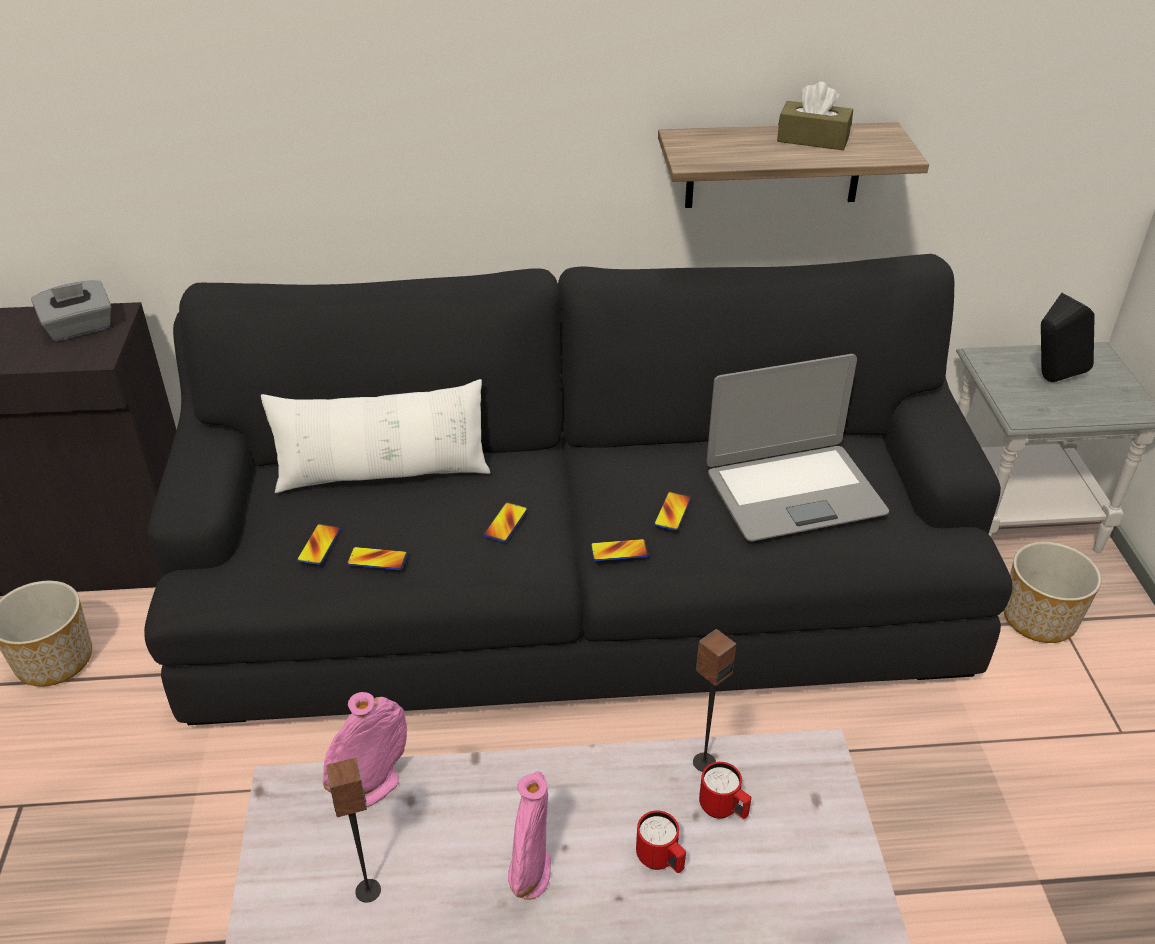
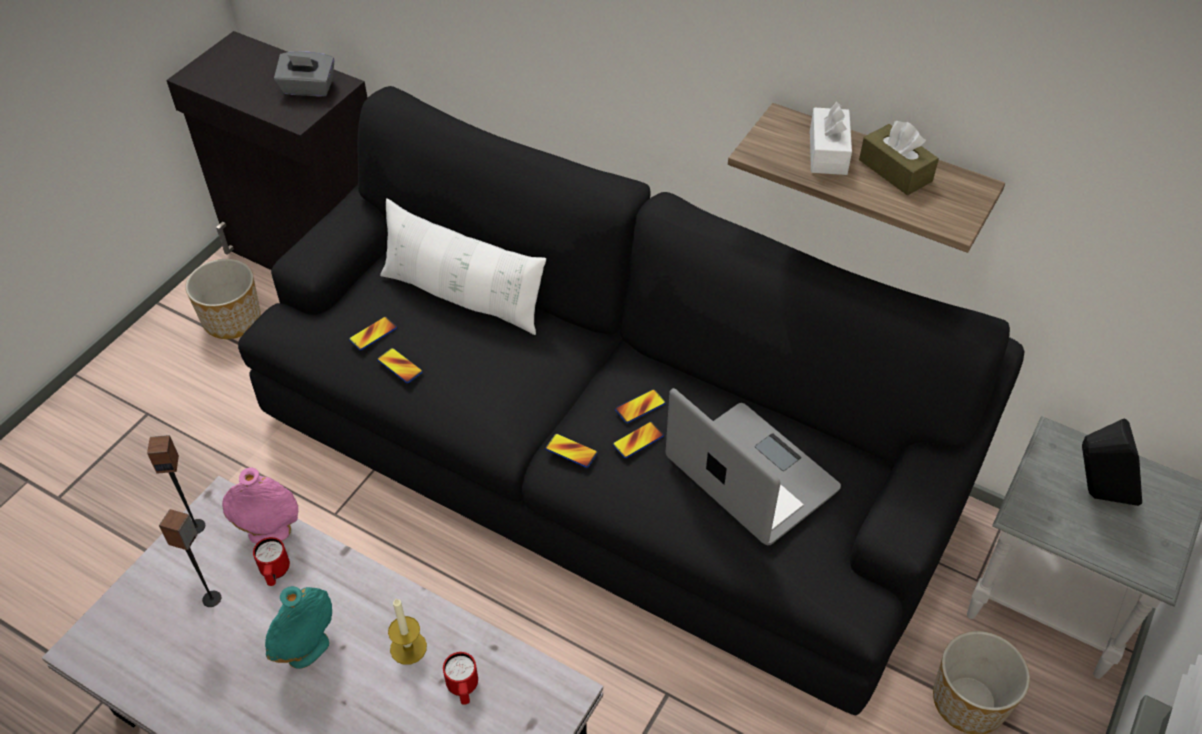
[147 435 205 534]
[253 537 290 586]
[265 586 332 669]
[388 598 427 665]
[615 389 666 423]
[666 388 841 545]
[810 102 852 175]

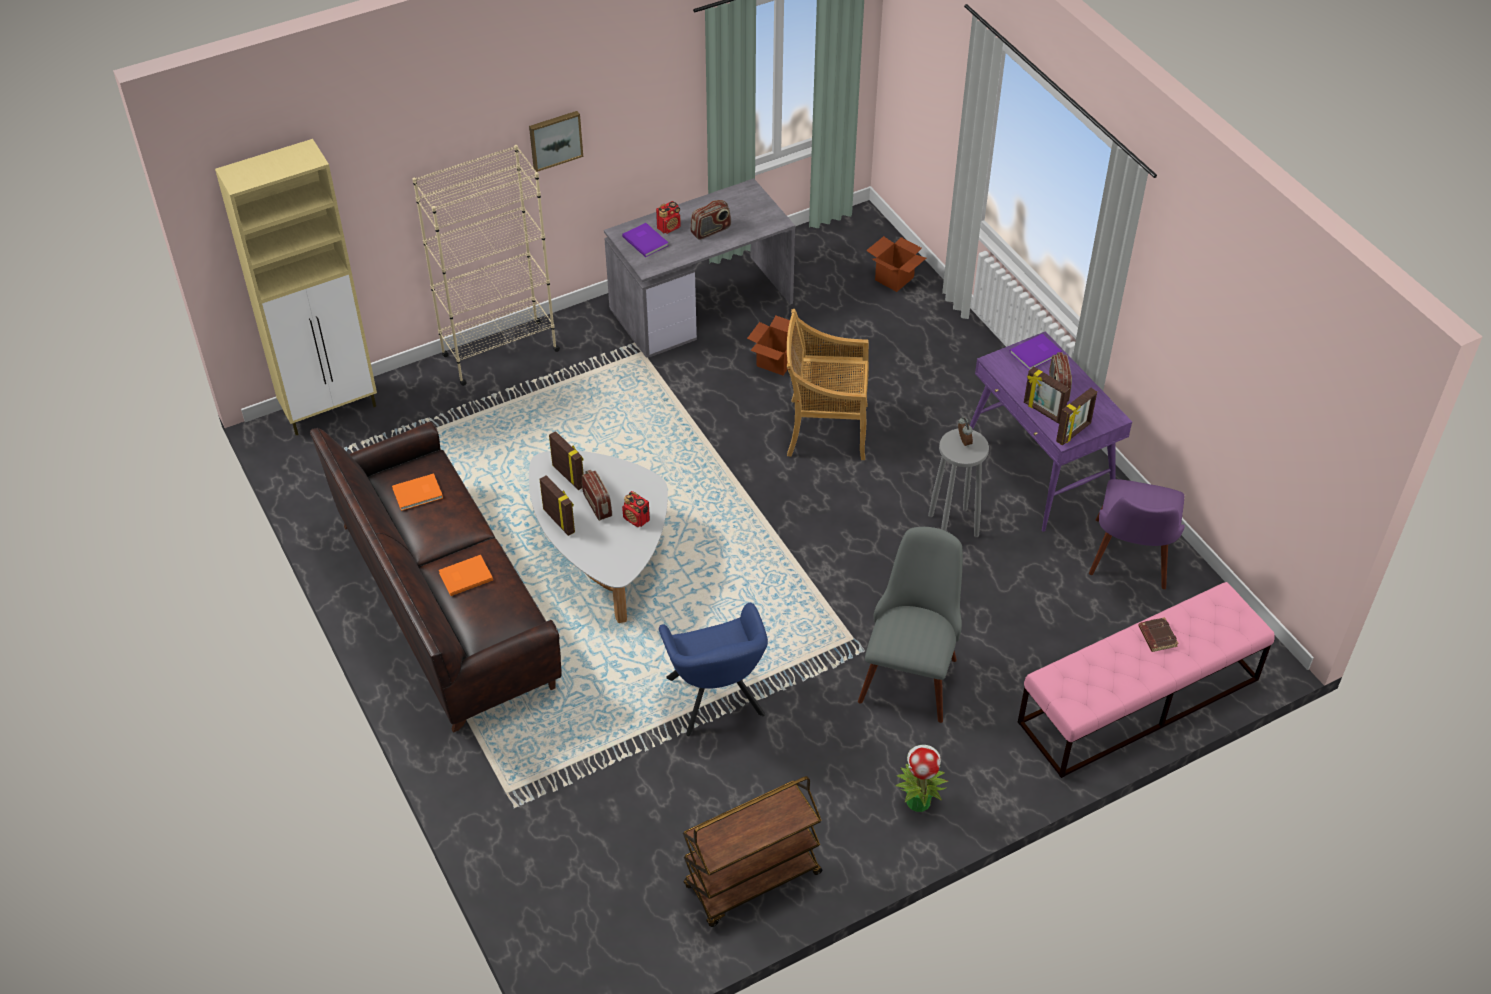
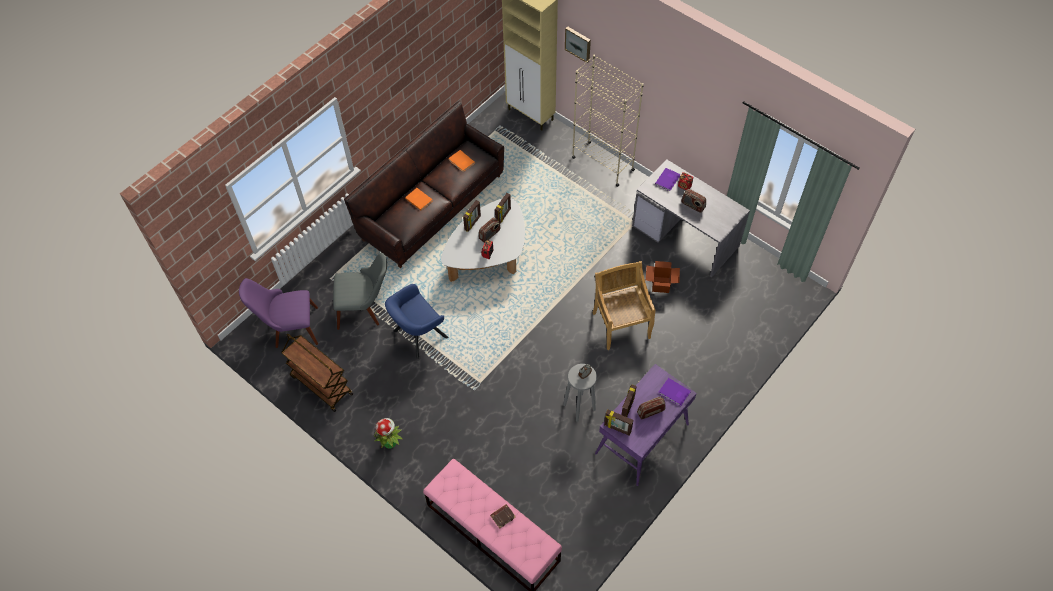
[239 278 318 348]
[333 252 387 330]
[565 26 591 63]
[866 236 926 292] (first image)

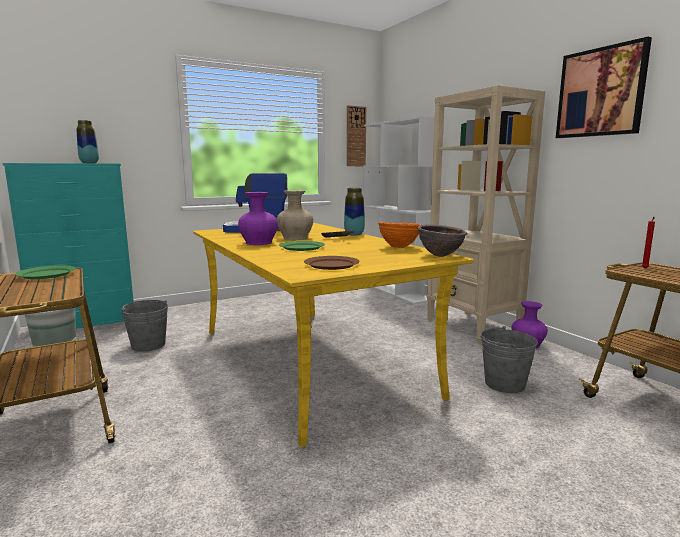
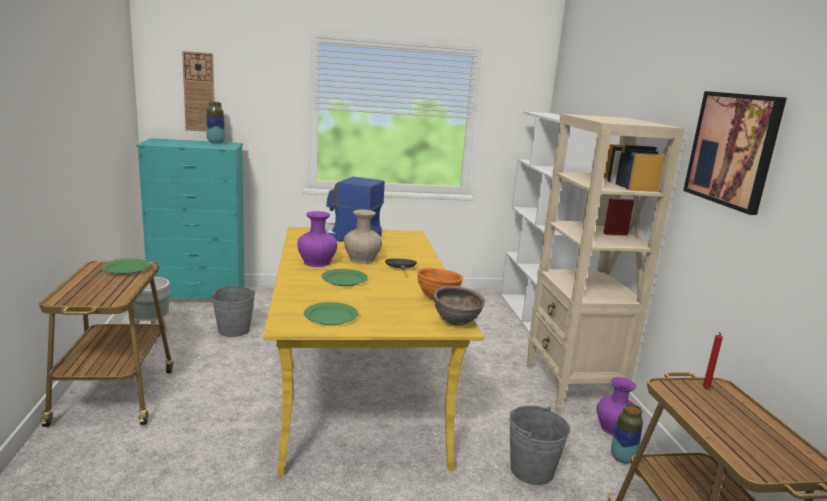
[182 51 214 131]
[304 302 358 325]
[611 404 643 464]

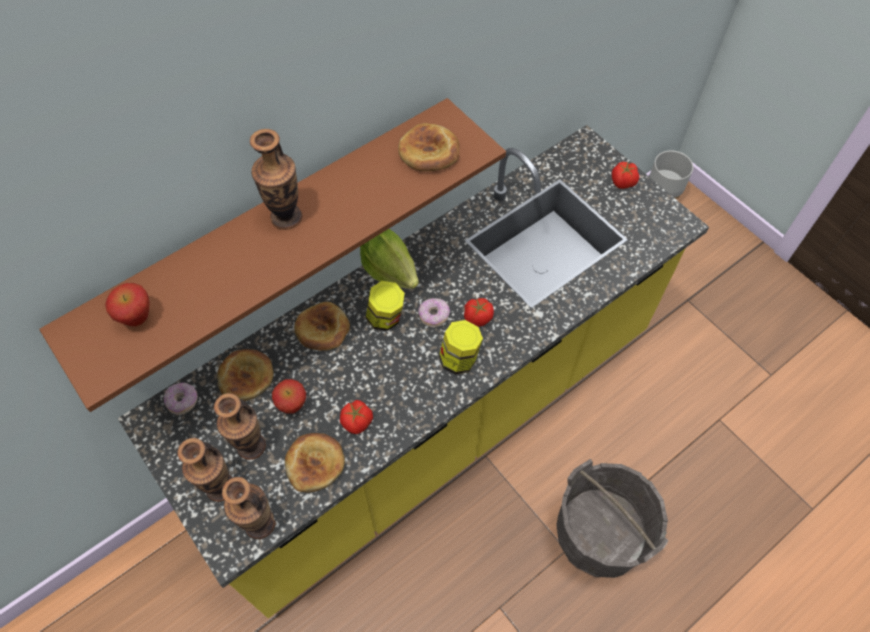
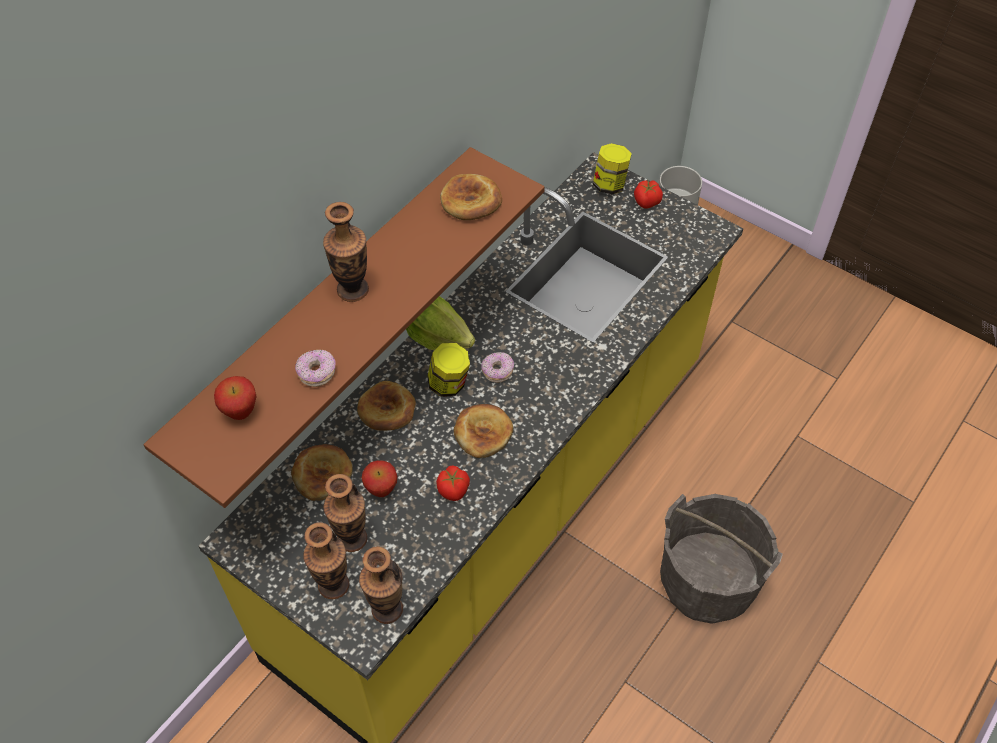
[295 350 336 387]
[454 404 513 458]
[593 143 632 194]
[464 298 494 327] (first image)

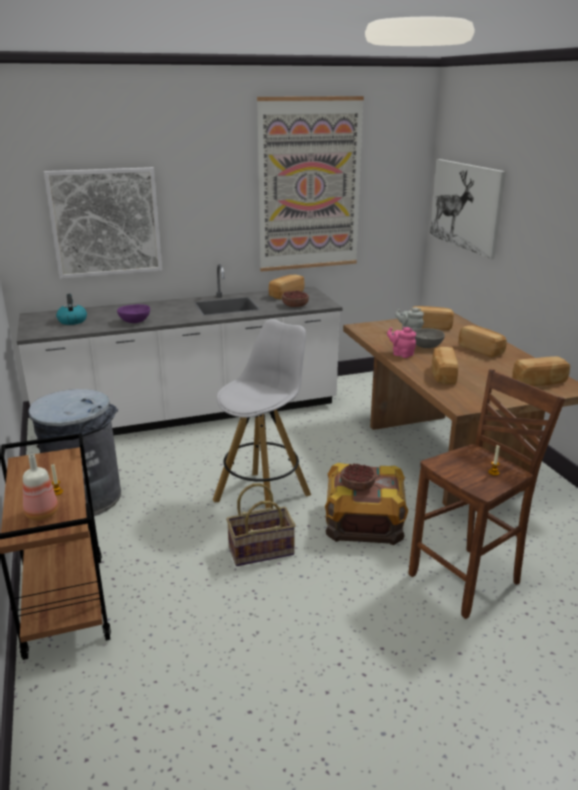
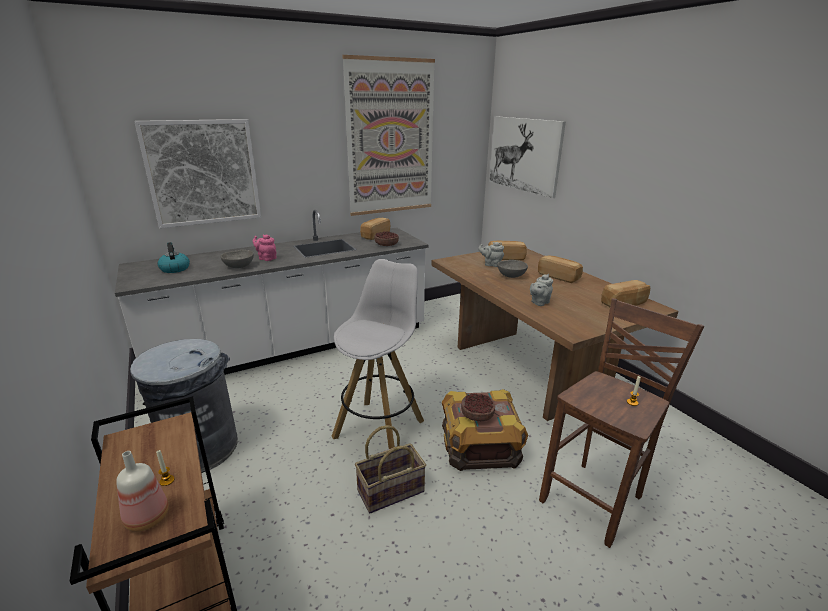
[221 250 254 268]
[253 234 277 261]
[530 274 553 306]

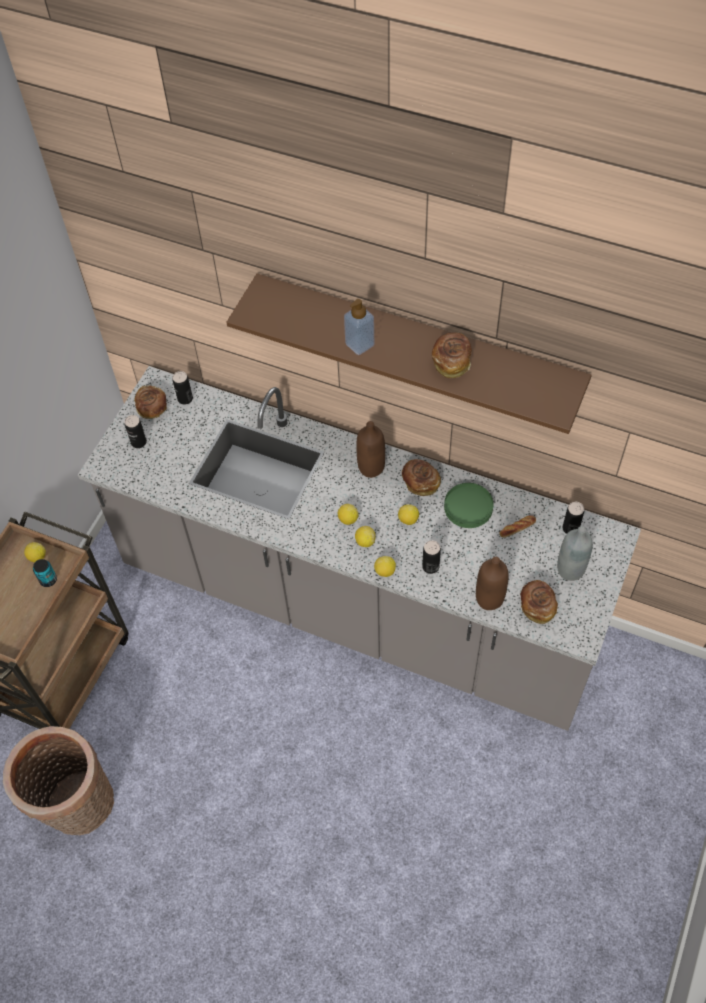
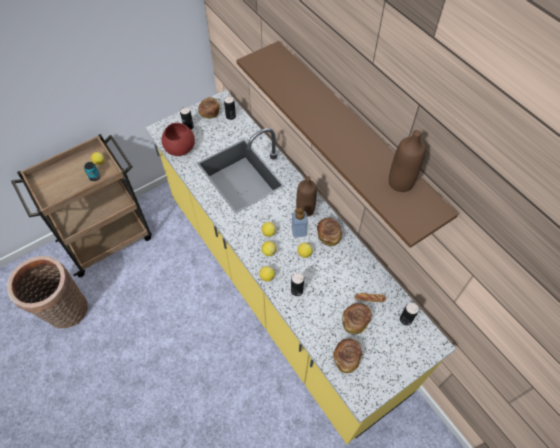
[145 90 456 445]
[162 123 195 156]
[292 208 308 238]
[342 303 371 335]
[389 130 426 192]
[444 483 494 528] (first image)
[557 526 593 581] (first image)

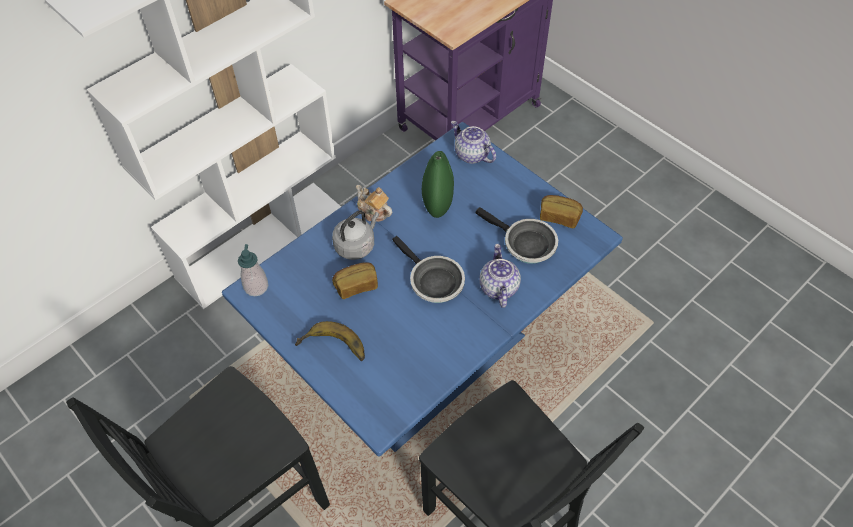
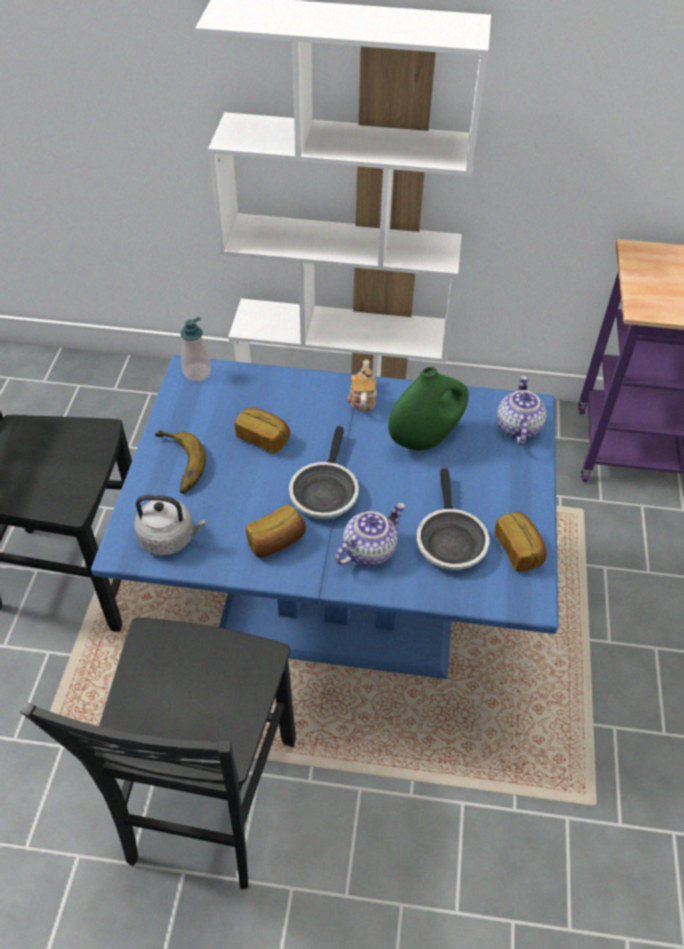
[134 495 206 556]
[246 504 306 557]

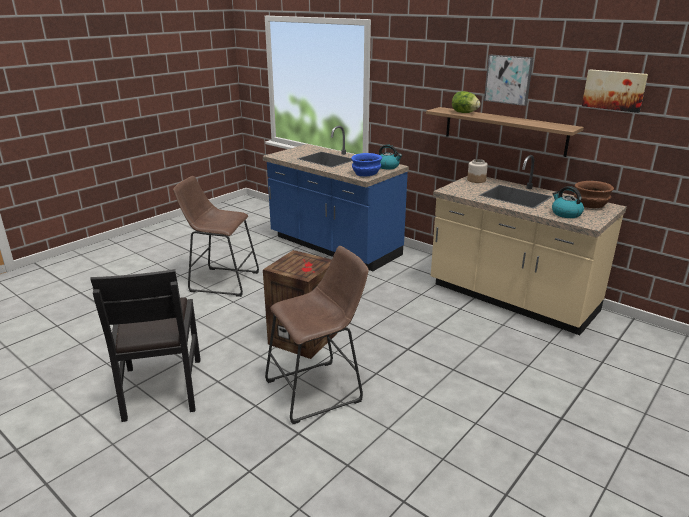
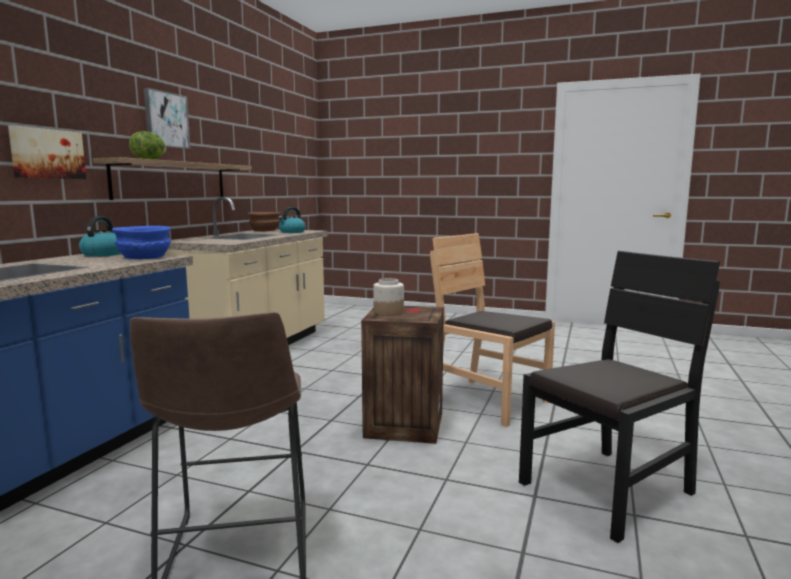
[8 125 86 179]
[373 278 404 316]
[430 233 555 427]

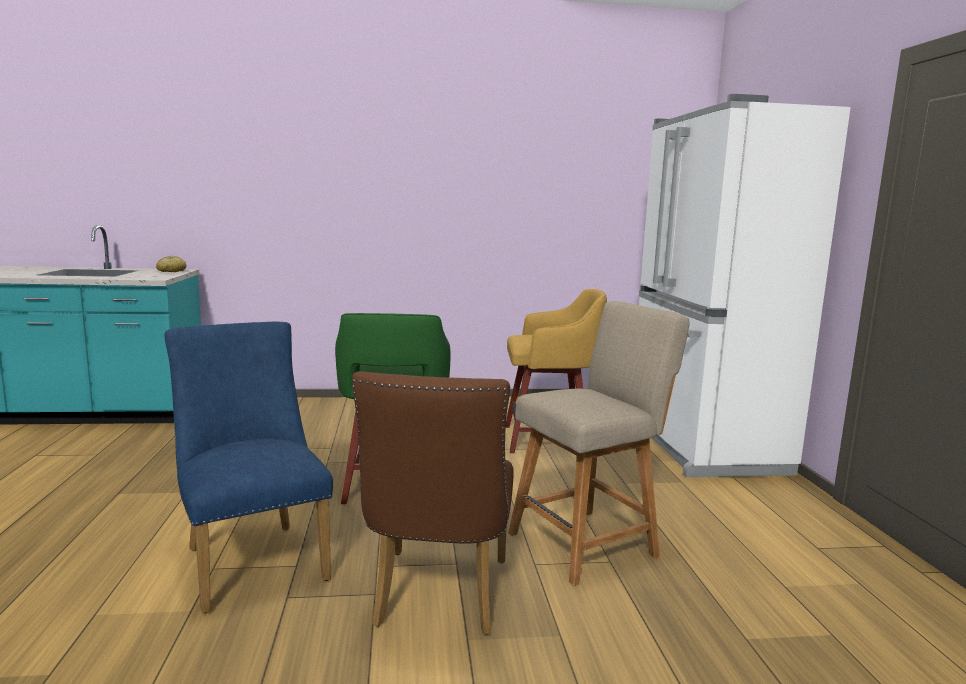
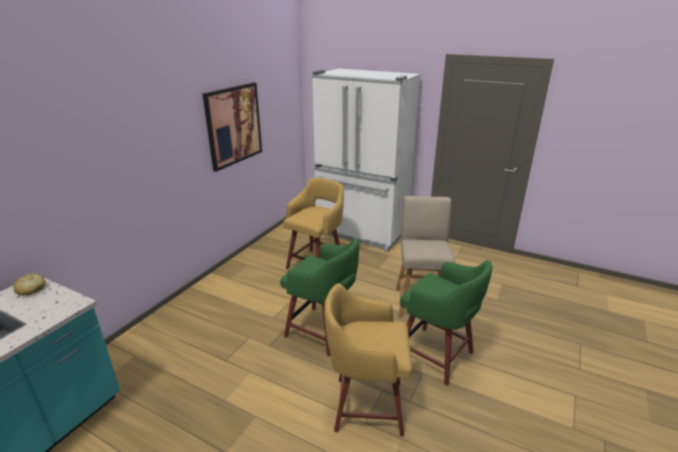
[203 82 262 172]
[324 283 412 436]
[400 260 492 386]

